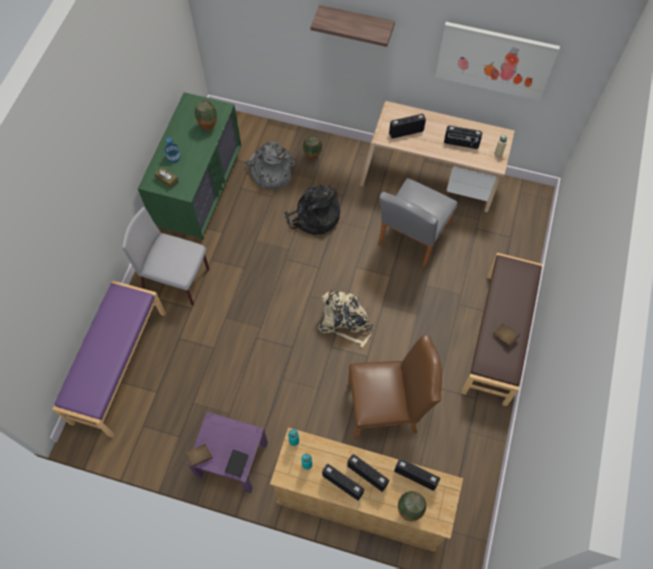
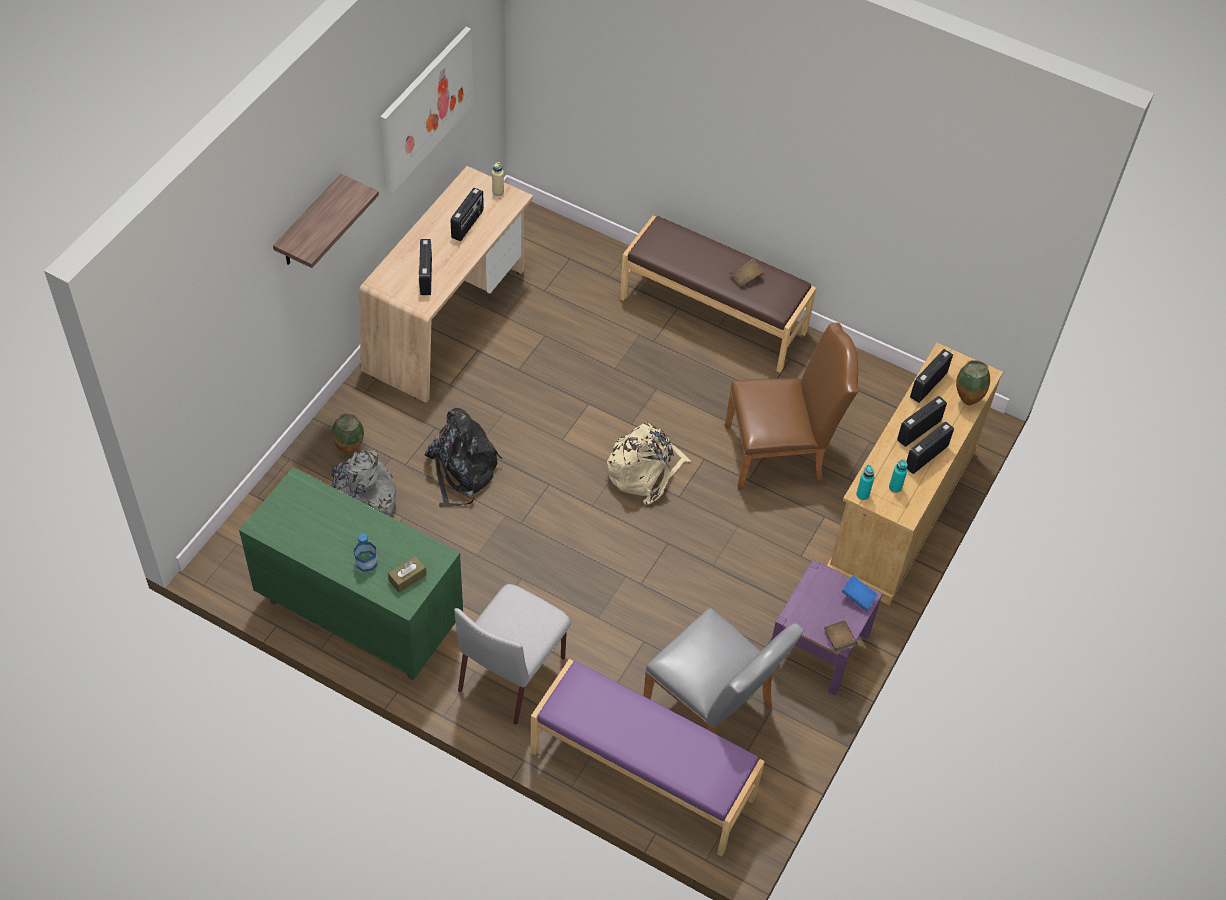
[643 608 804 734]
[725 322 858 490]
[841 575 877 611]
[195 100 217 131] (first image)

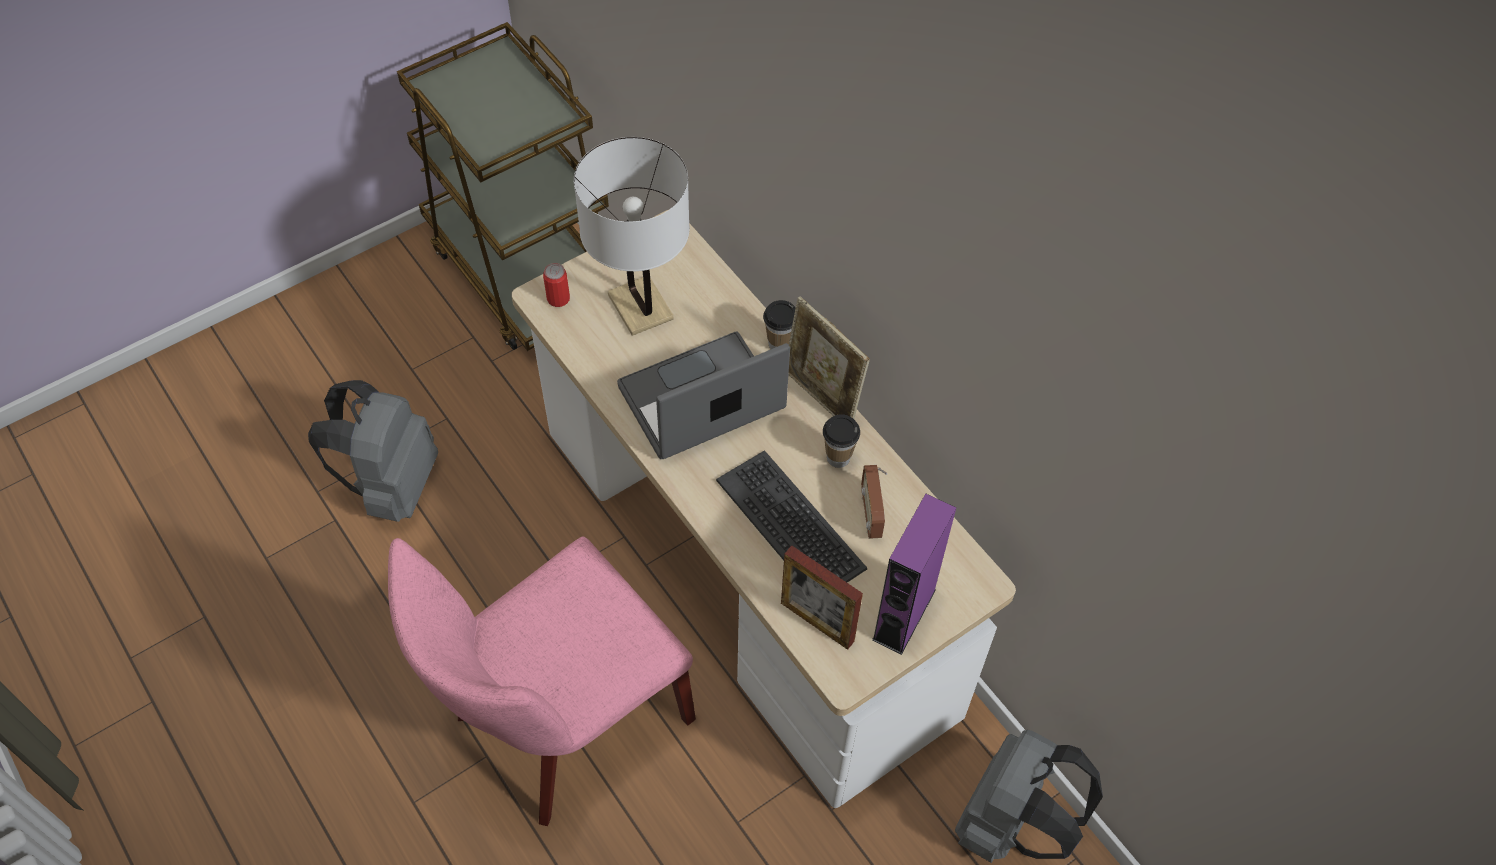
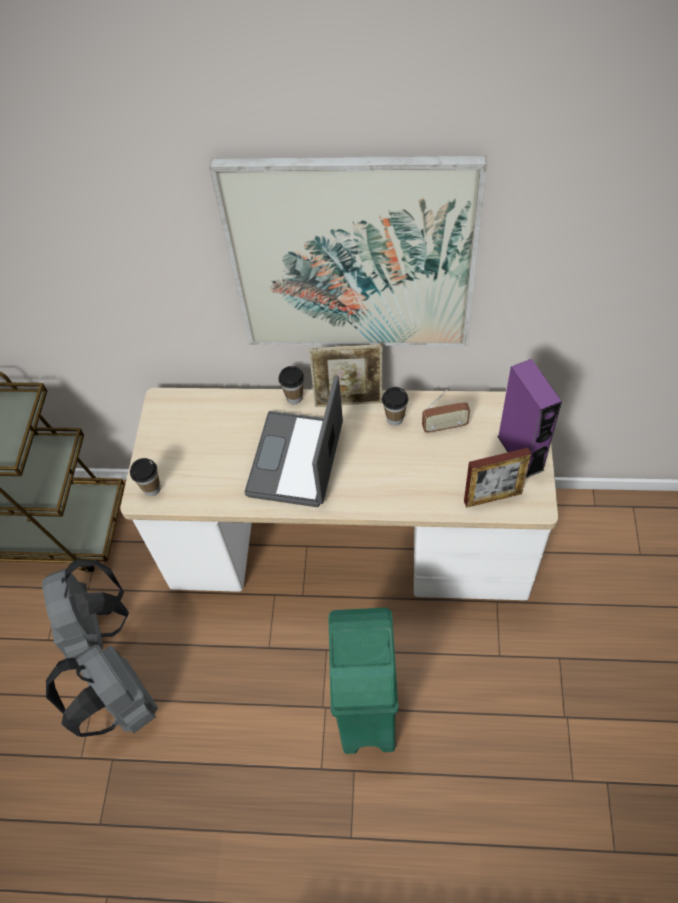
[42 559 129 658]
[130 458 161 496]
[209 156 487 346]
[328 608 398 754]
[422 389 470 434]
[574 137 690 336] (first image)
[716 450 867 582] (first image)

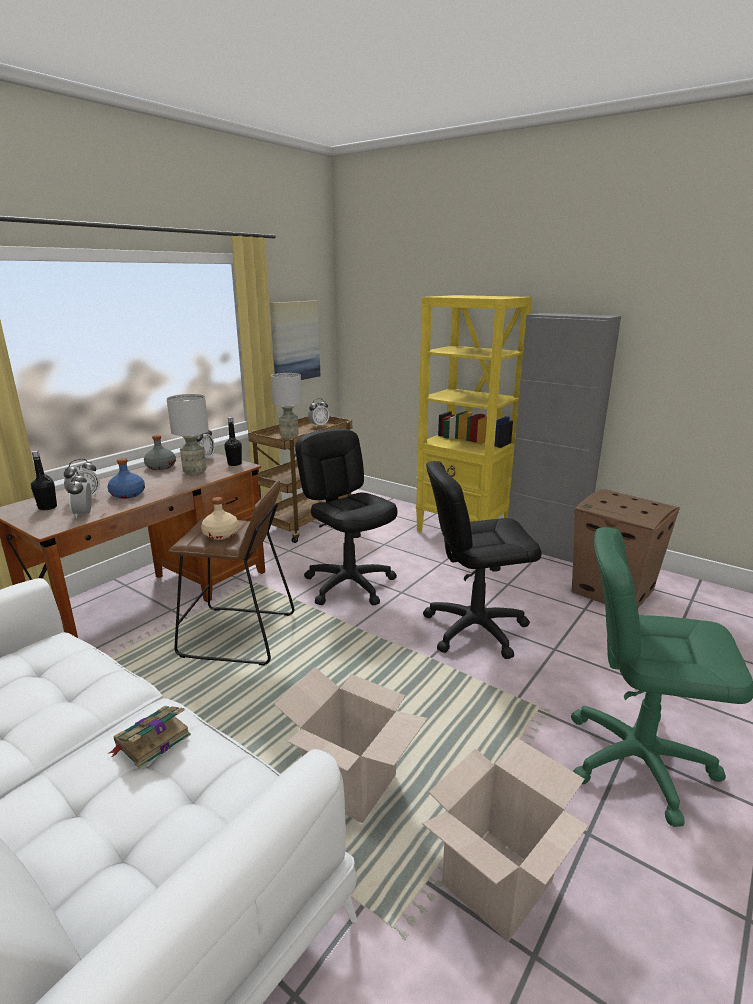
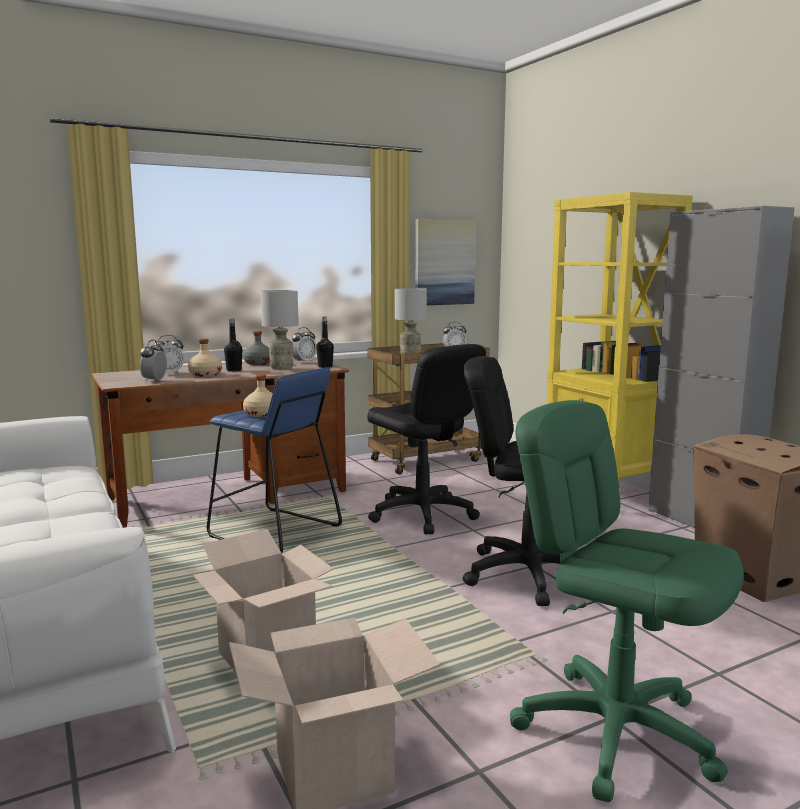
[188 339 222 377]
[207 368 342 553]
[224 318 242 372]
[367 344 486 535]
[108 706 191 769] (first image)

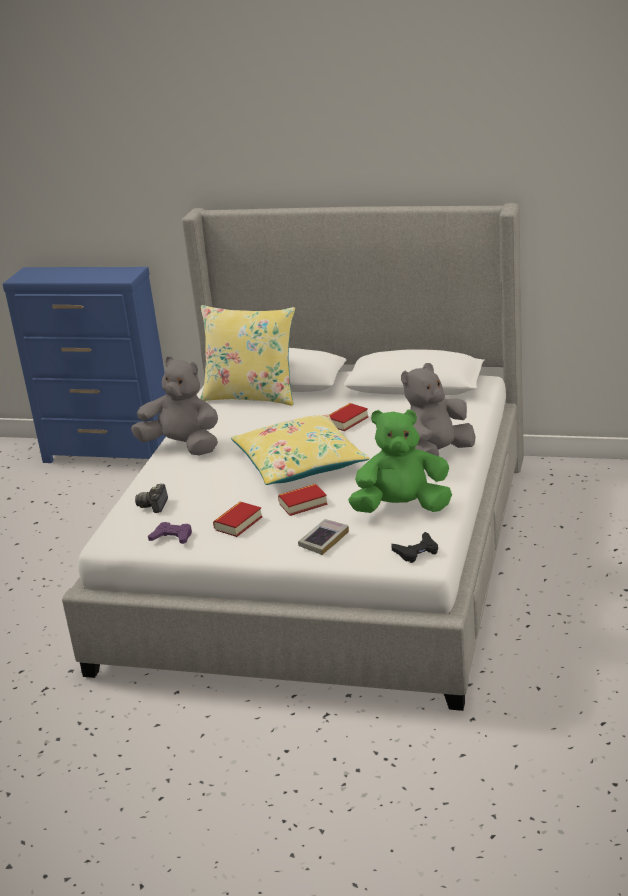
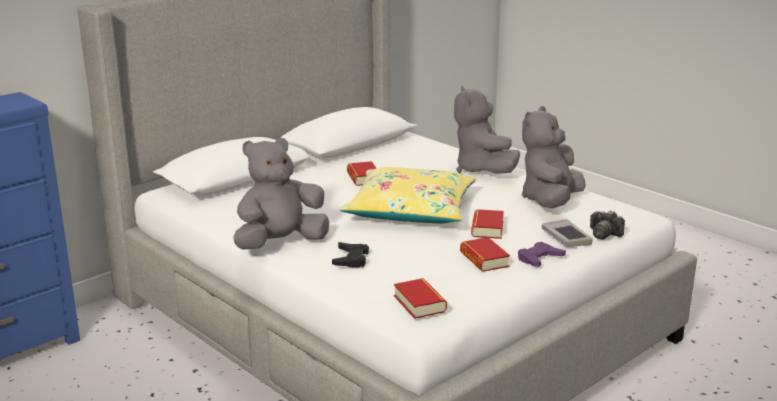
[332 242 369 268]
[394 278 447 319]
[518 242 566 267]
[522 106 586 208]
[590 210 625 240]
[200 305 295 406] (first image)

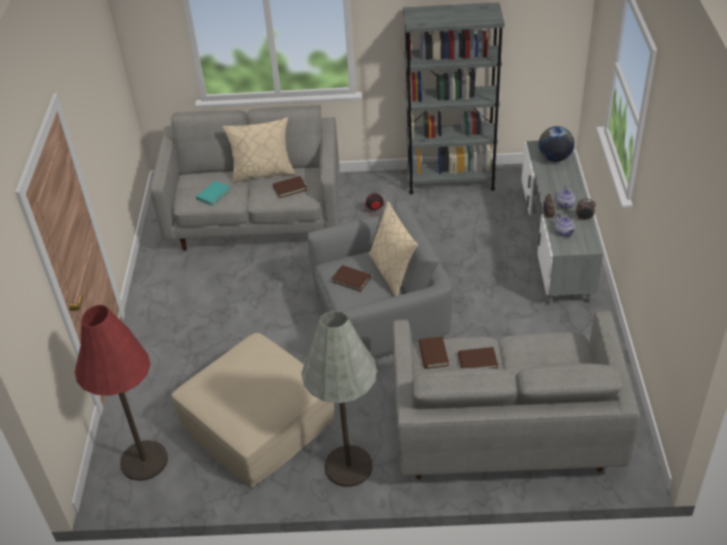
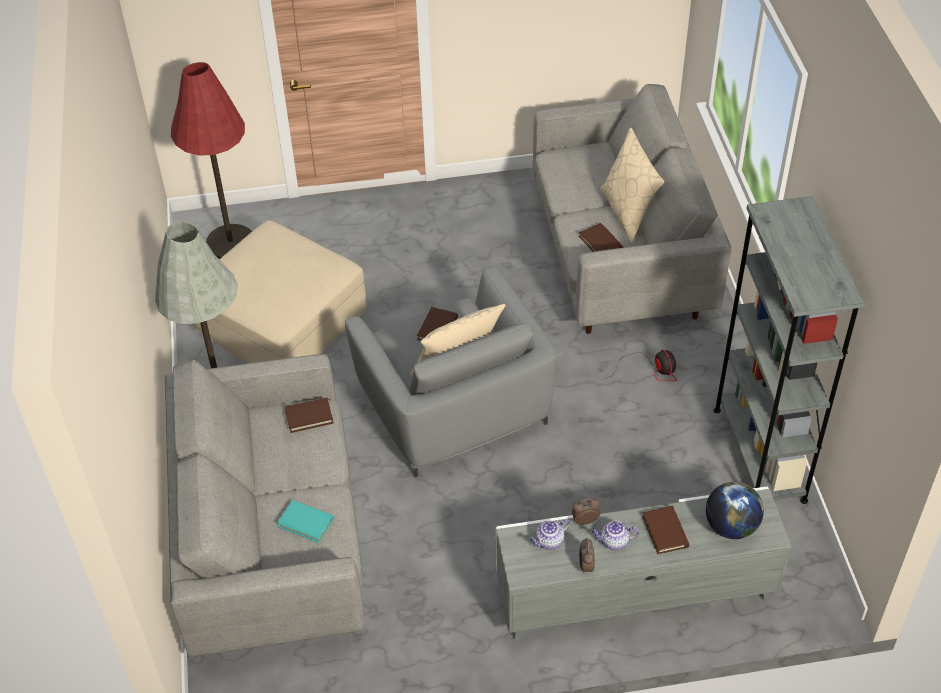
[277 500 334 543]
[642 506 689 555]

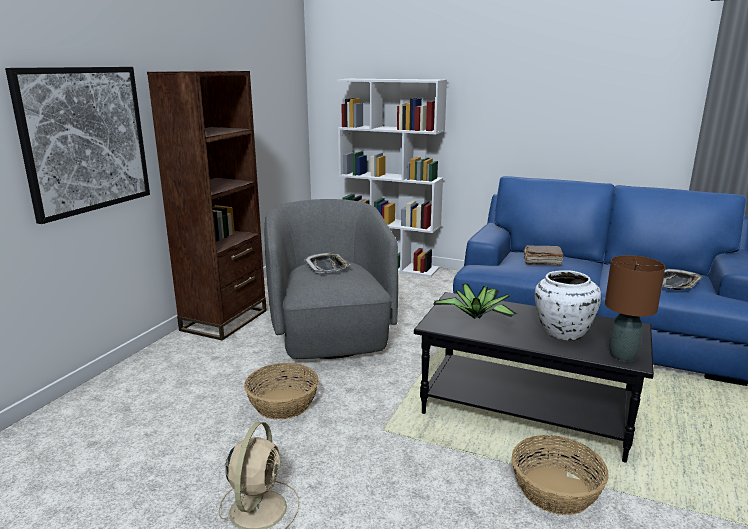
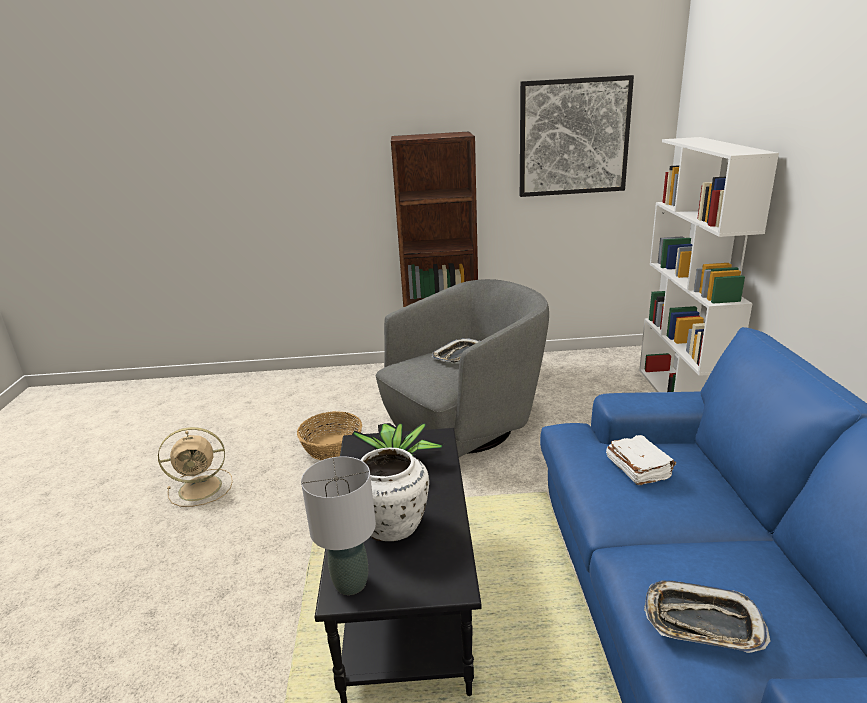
[301 456 376 595]
[520 75 634 197]
[606 435 676 485]
[512 435 609 515] (first image)

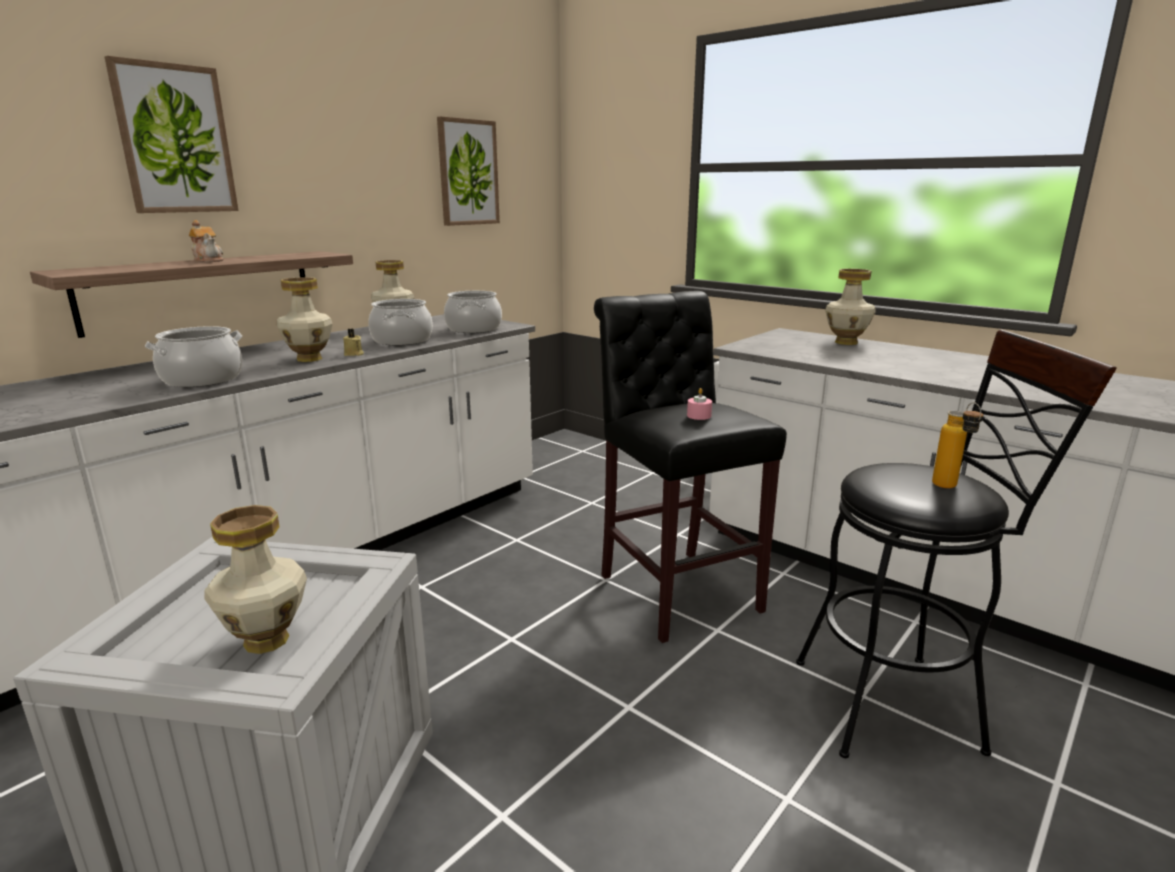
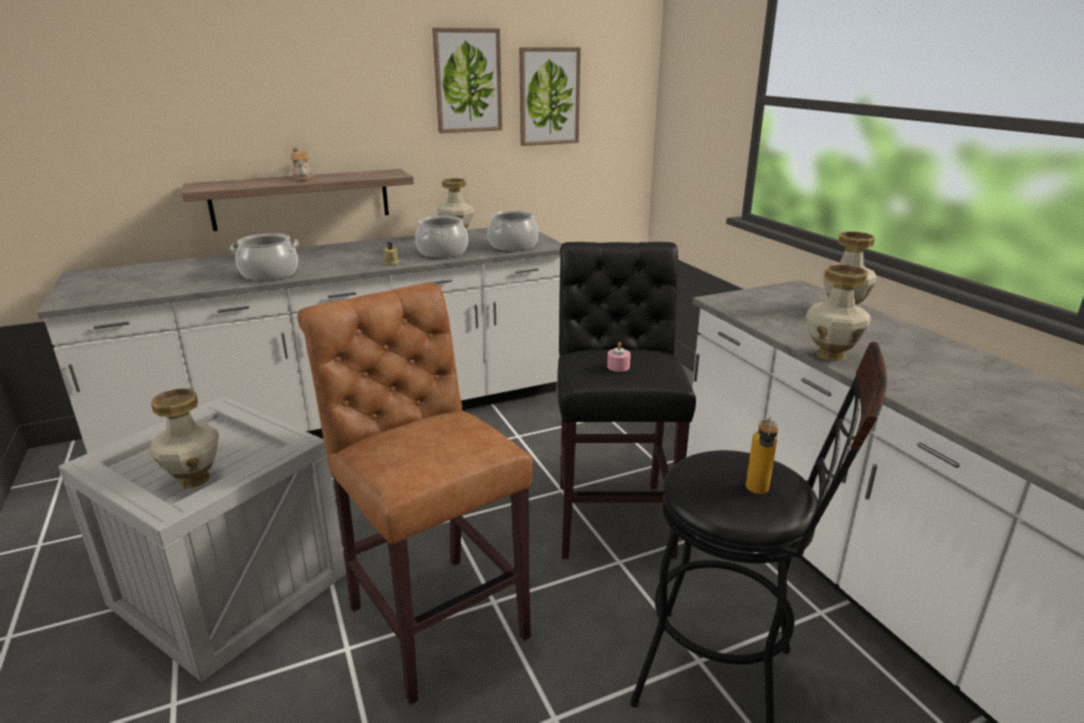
[297 282 533 705]
[432 28 502 133]
[806 264 871 361]

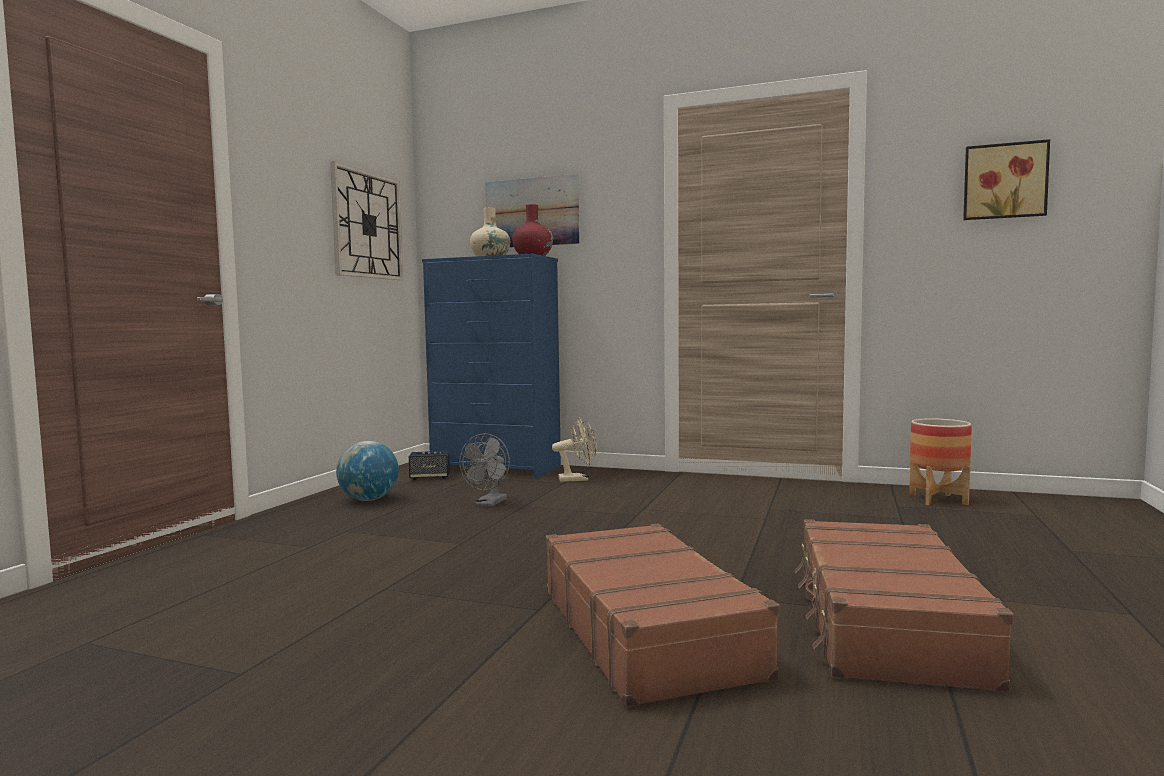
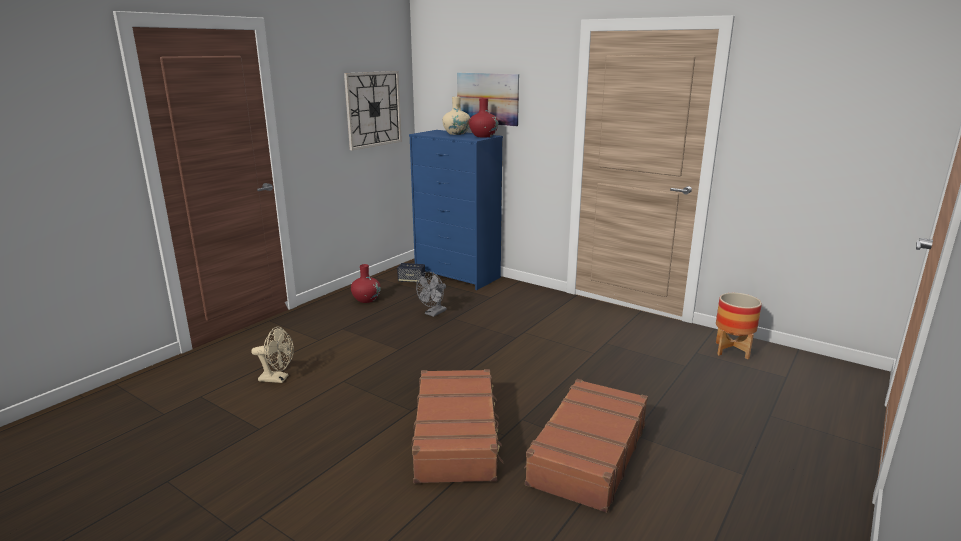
[251 326 294 383]
[351 264 381 303]
[963 139 1050 220] (first image)

